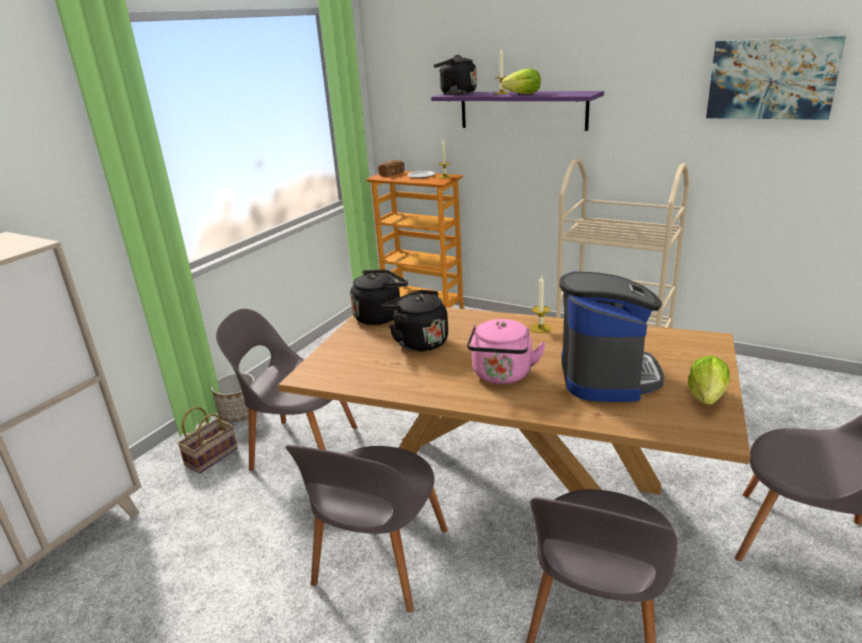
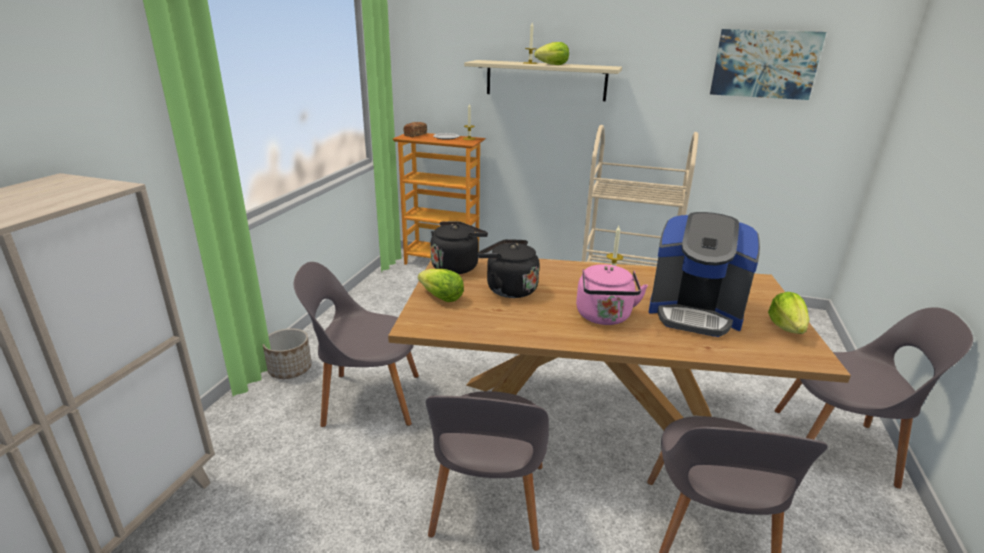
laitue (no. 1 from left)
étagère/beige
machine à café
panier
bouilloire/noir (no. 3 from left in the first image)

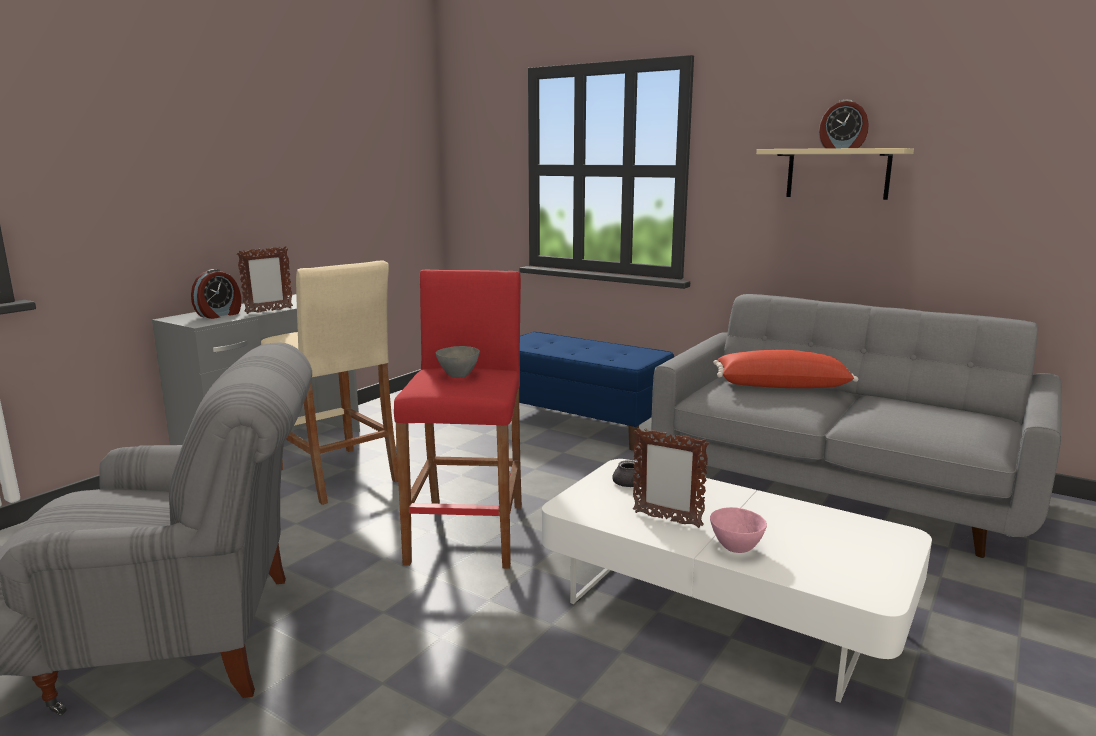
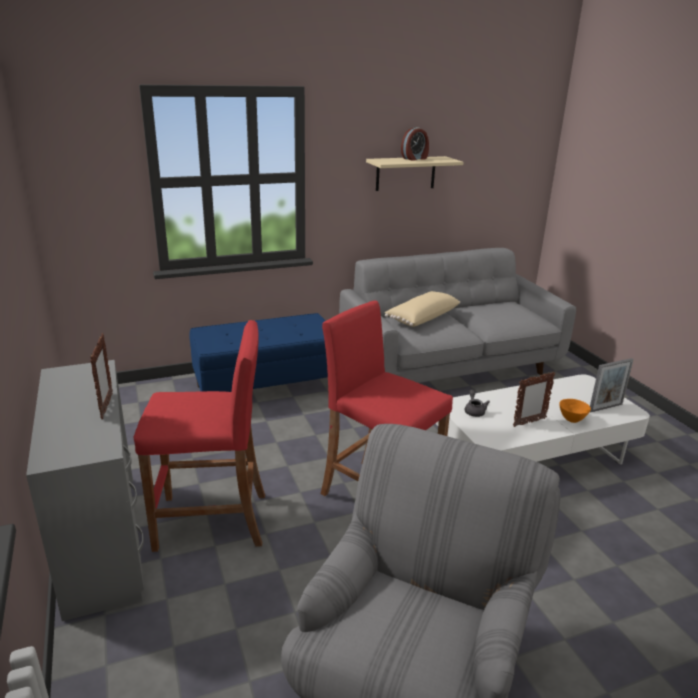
tabouret/rouge (no. 1 from left)
coussin/beige
bol/orange
cadre photo (no. 3 from left)
réveil (no. 1 from left in the first image)
bol/gris

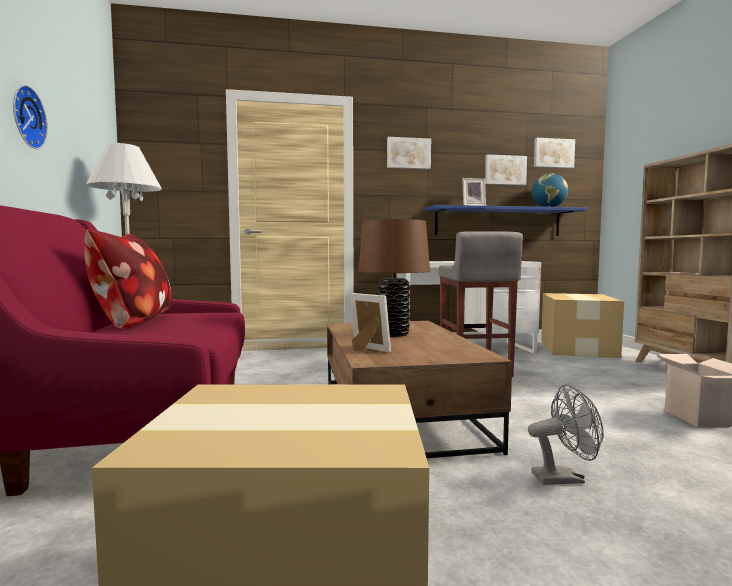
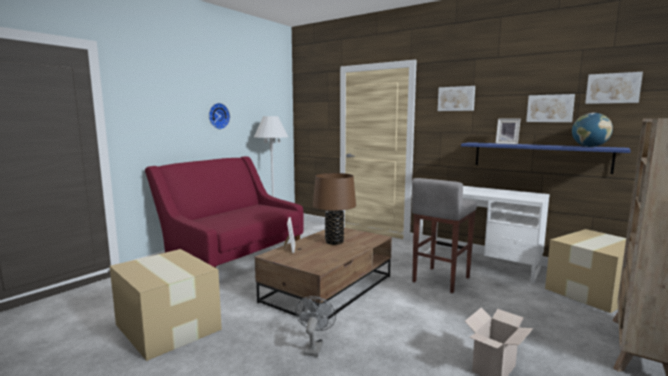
ventilateur/gris
coussin

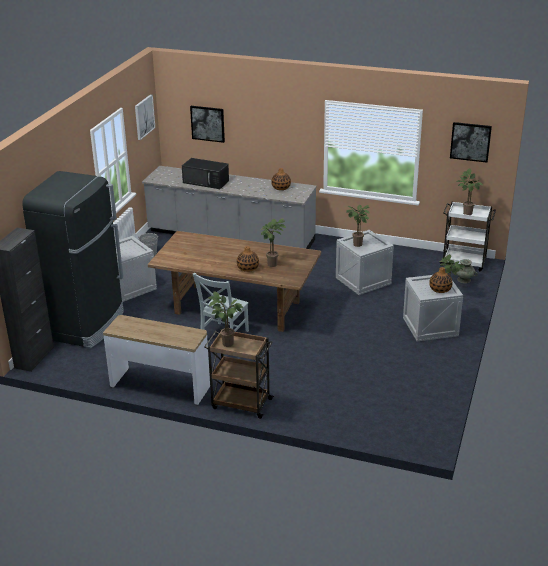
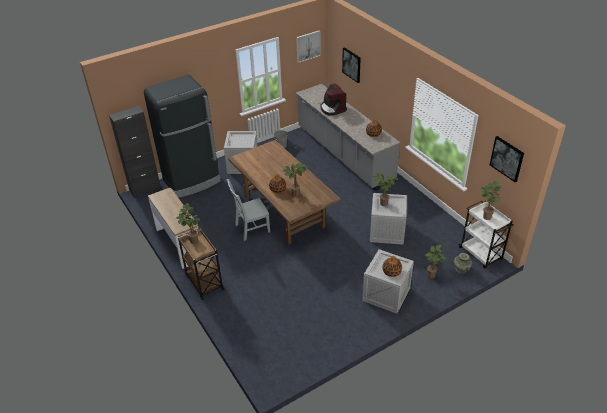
machine à café

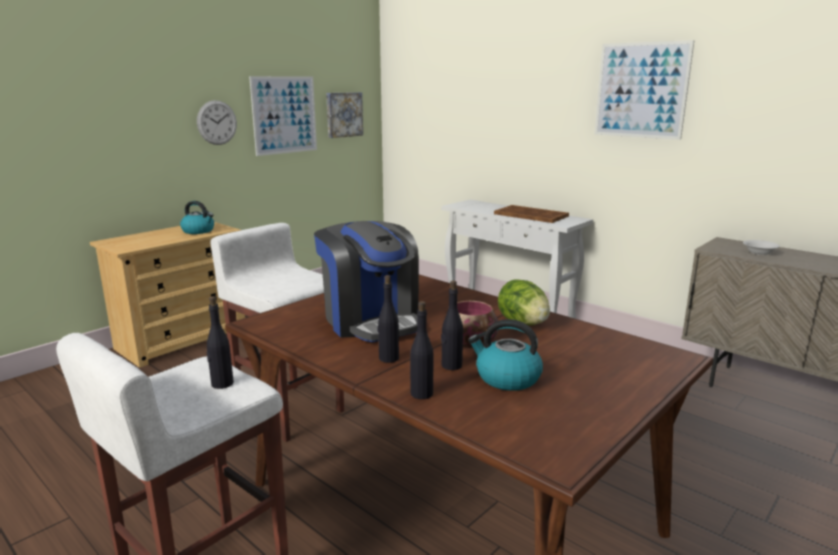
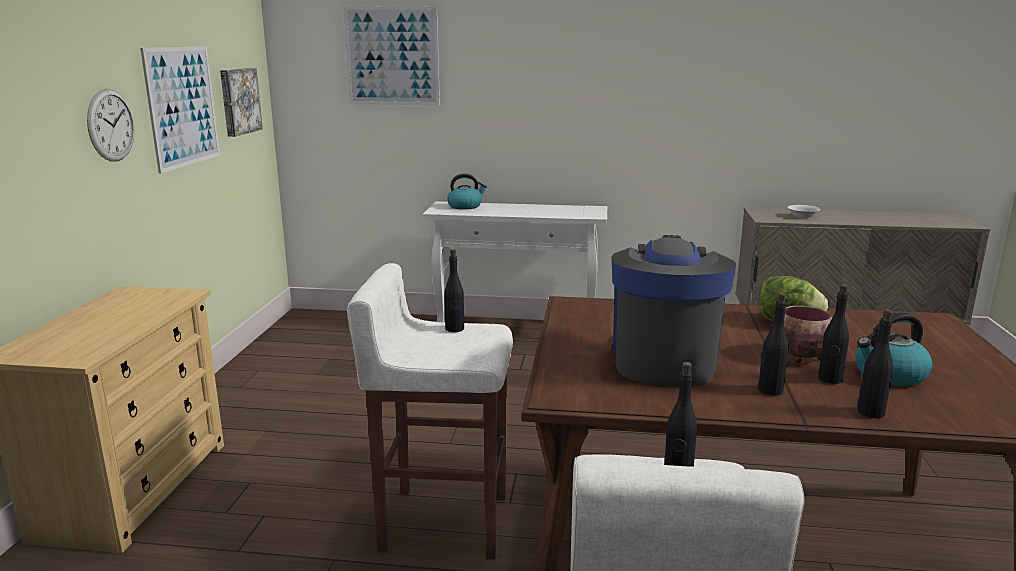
tableau (no. 3 from left)
bouteille/noir (no. 1 from left)
bouilloire (no. 1 from left)
machine à café
plateau/marron

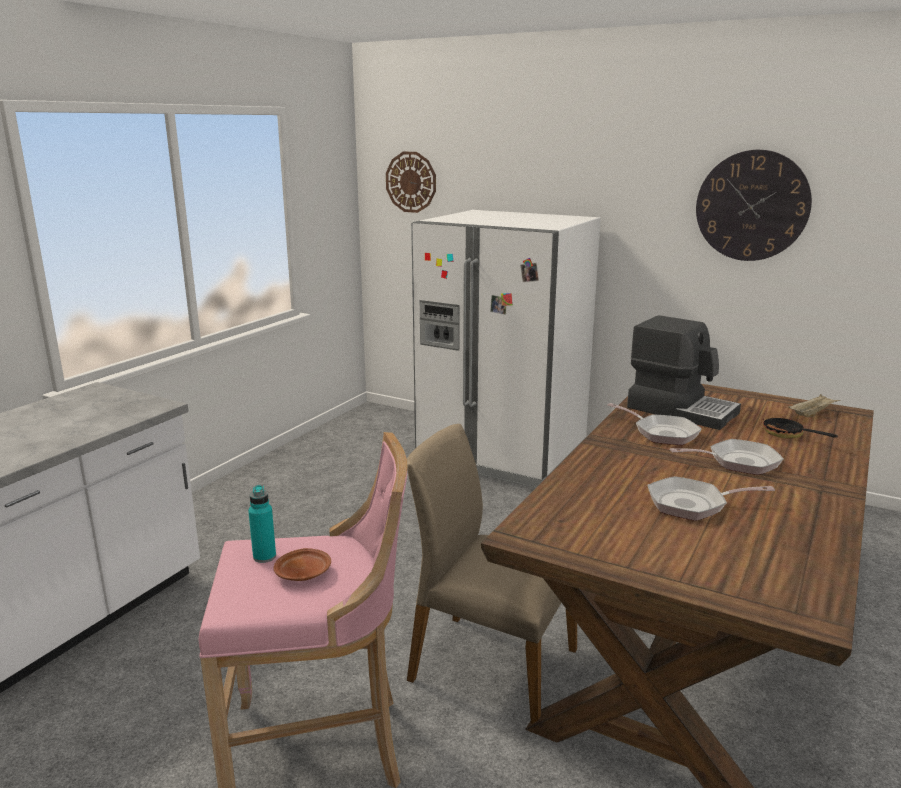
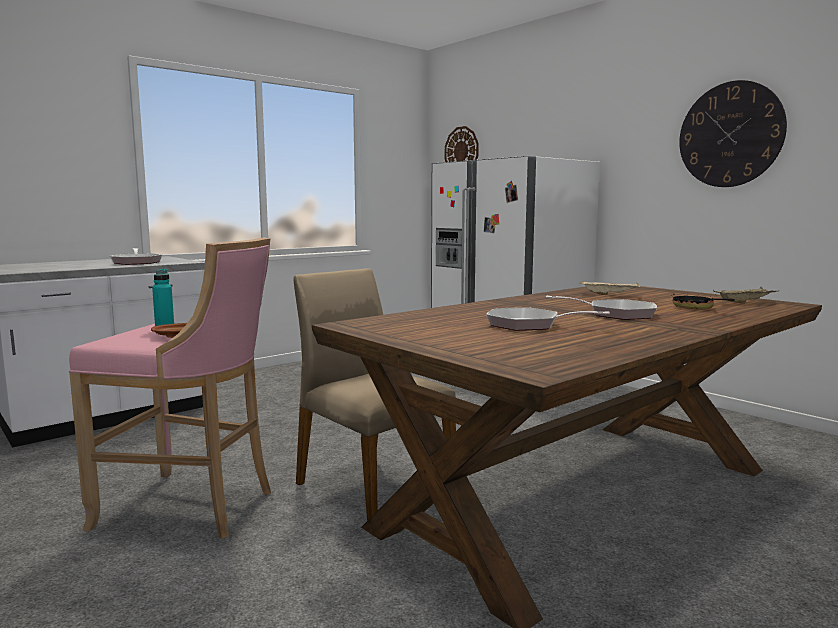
poêle (no. 1 from left)
plateau/beige (no. 1 from left)

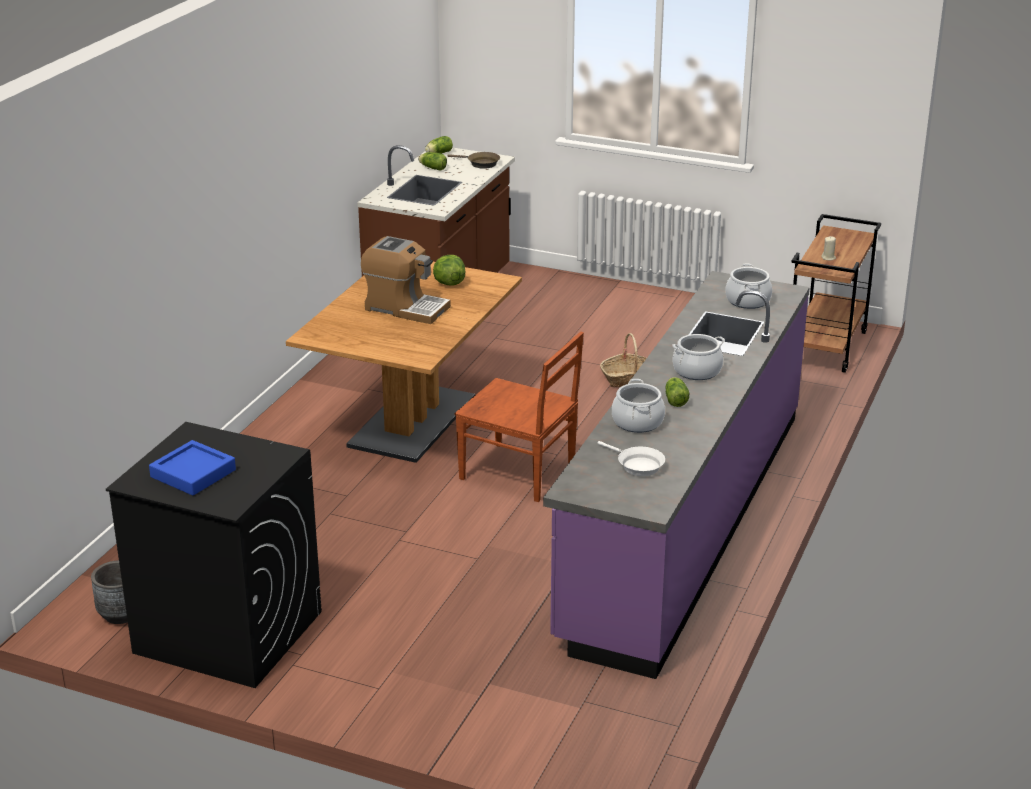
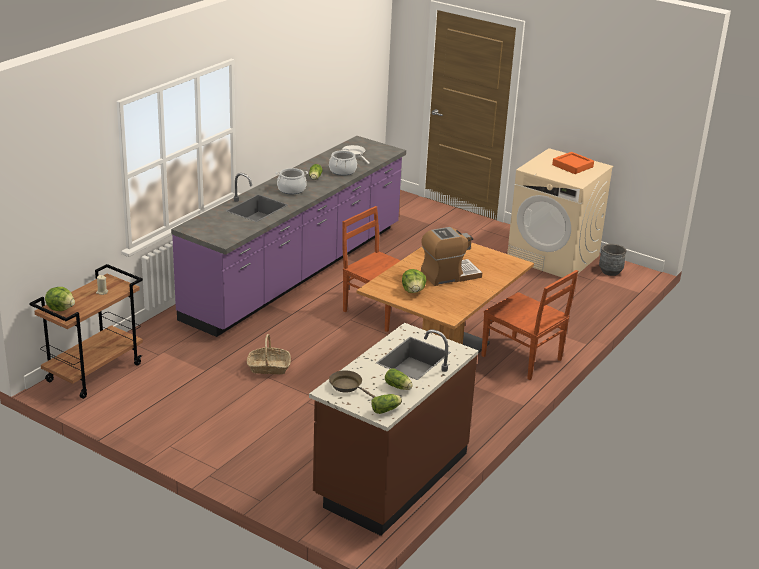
laitue (no. 1 from left)
machine à café
chaise/marron (no. 2 from left)
lave-linge/beige
plateau/orange
marmite (no. 3 from left in the first image)

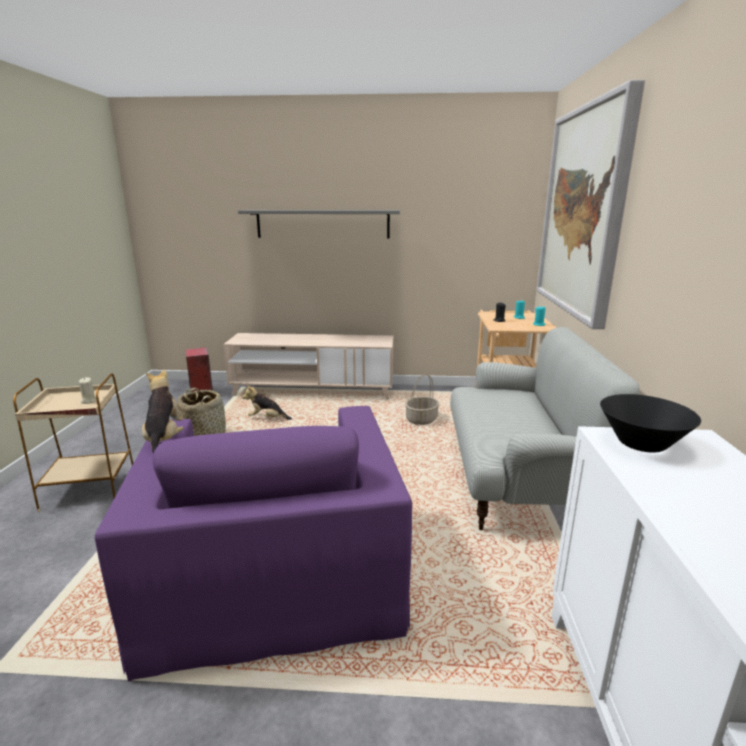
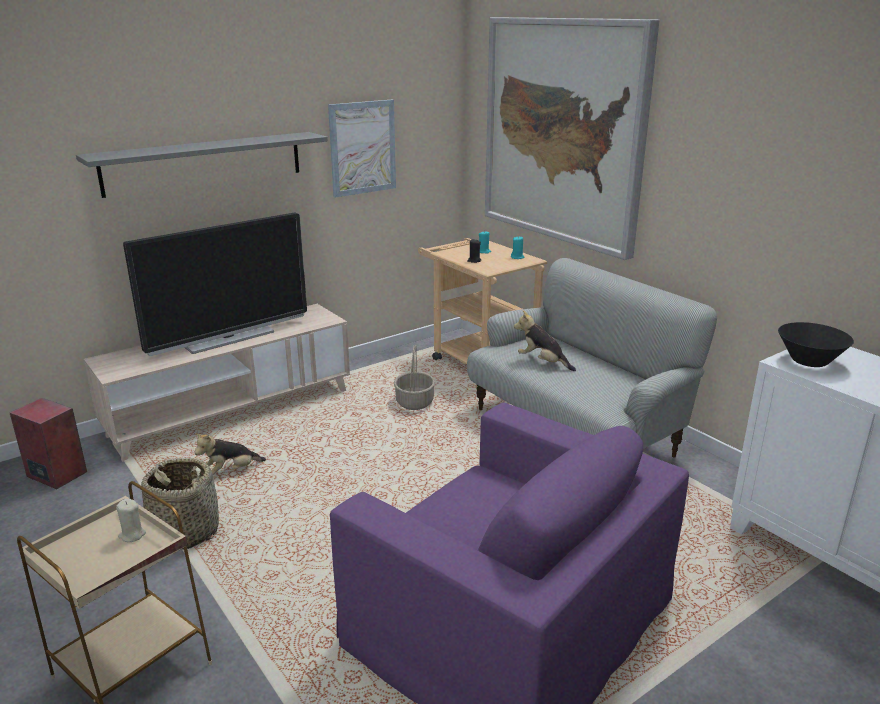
téléviseur
tableau (no. 1 from left)
peluche (no. 2 from left)

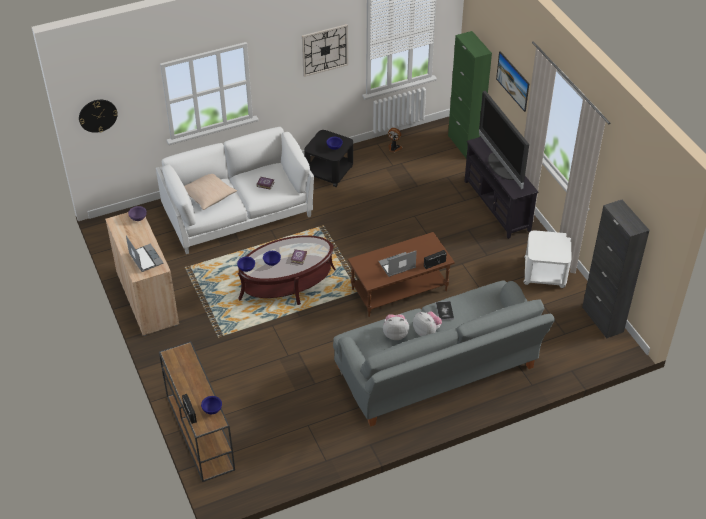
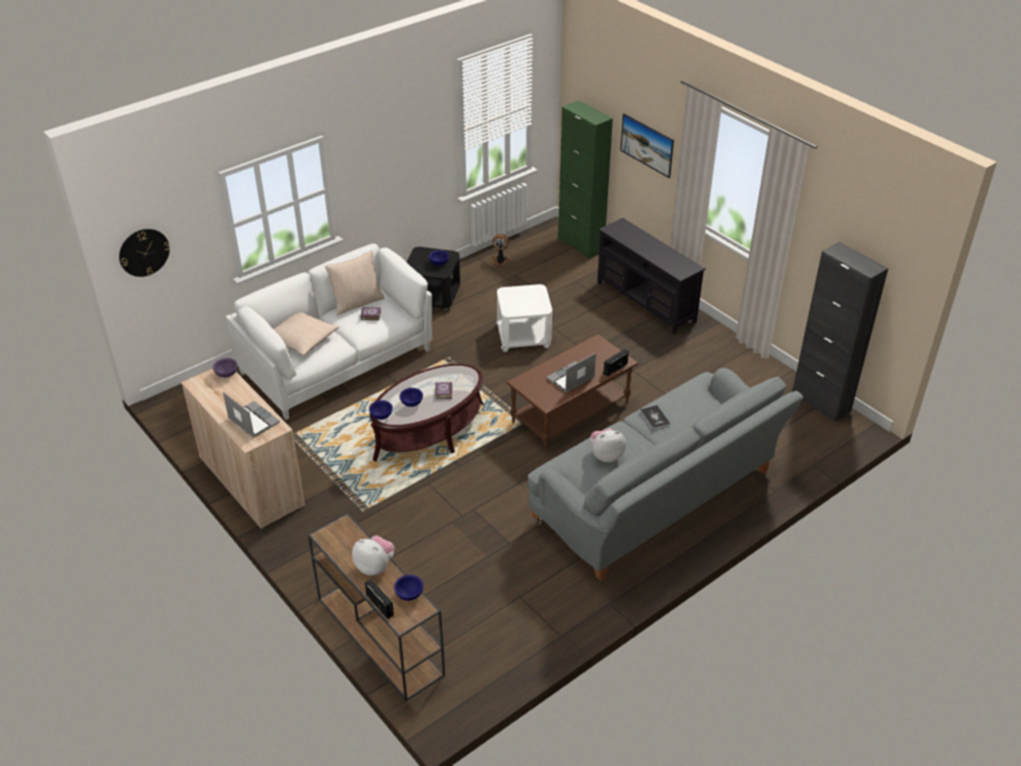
coussin/beige (no. 2 from left)
peluche (no. 1 from left)
table d'appoint/blanc
horloge murale (no. 2 from left in the first image)
téléviseur

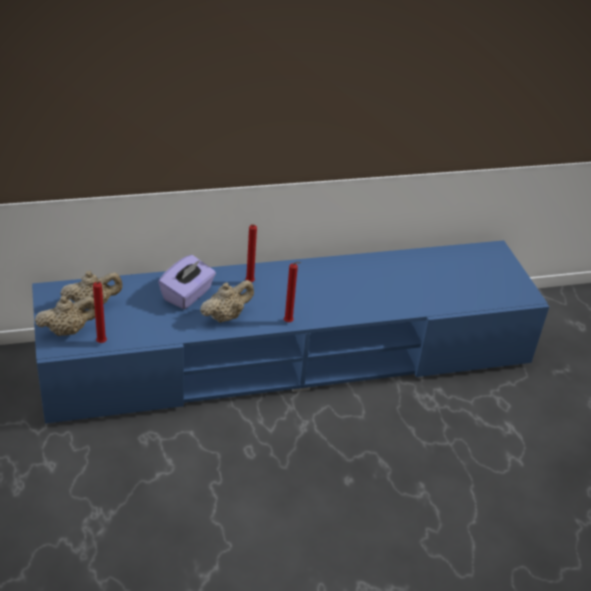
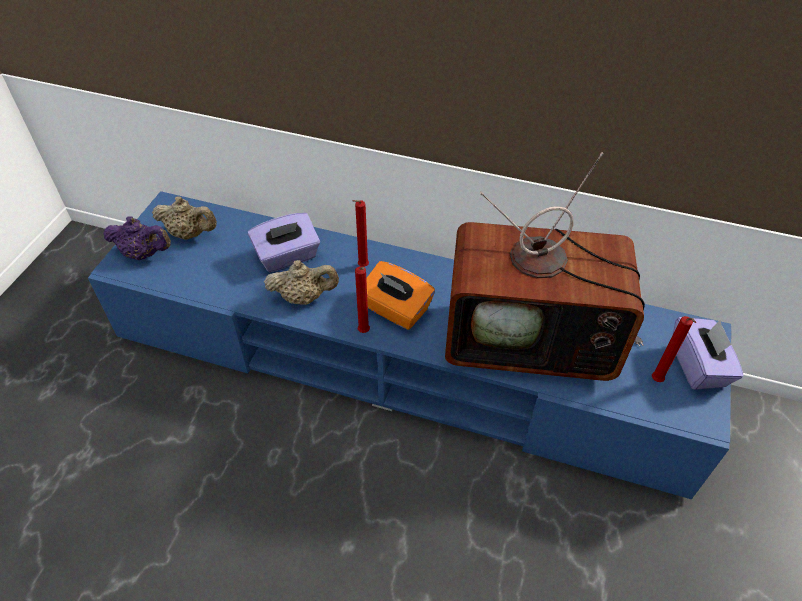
théière/violet
boîte à mouchoirs/orange
téléviseur
bougie/rouge (no. 3 from left)
boîte à mouchoirs/violet (no. 2 from left)

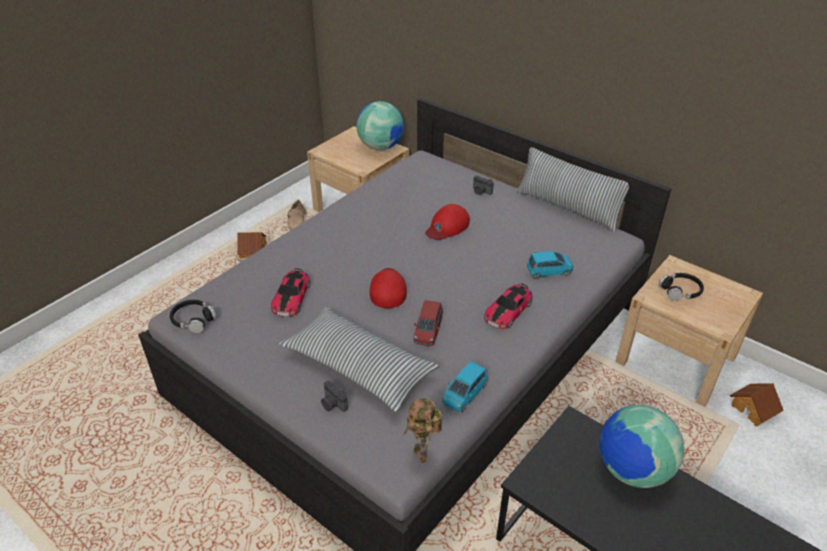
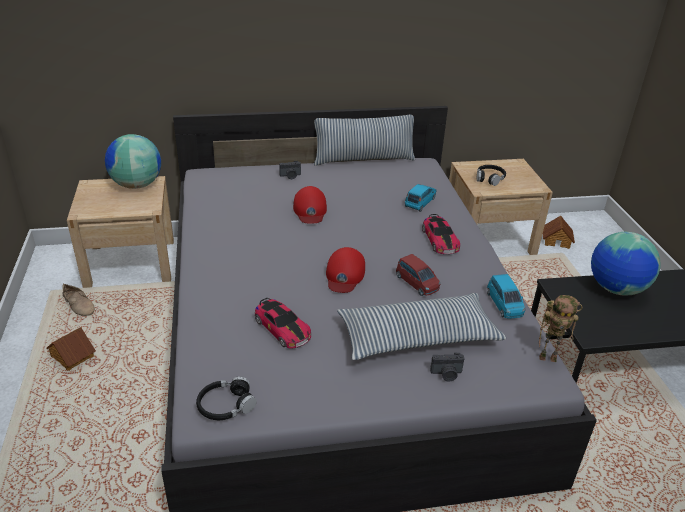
casquette/rouge (no. 2 from left)

